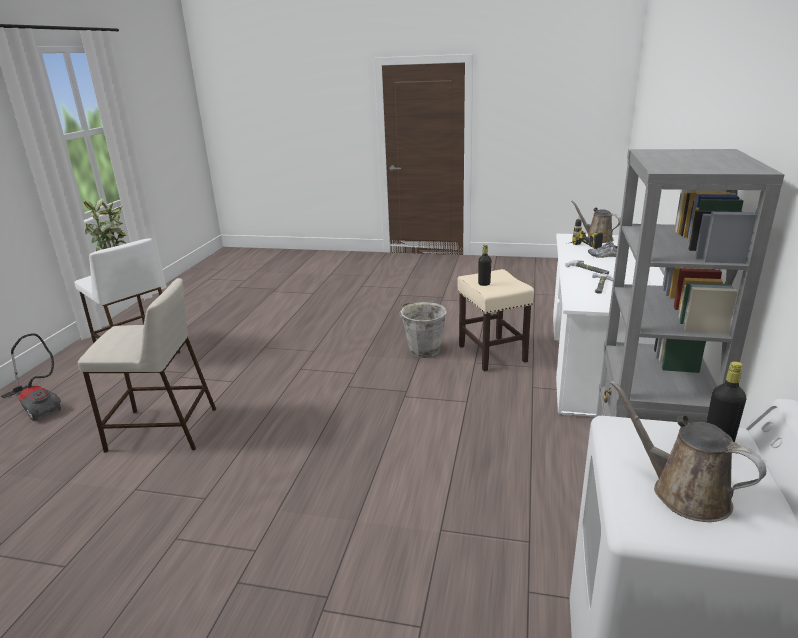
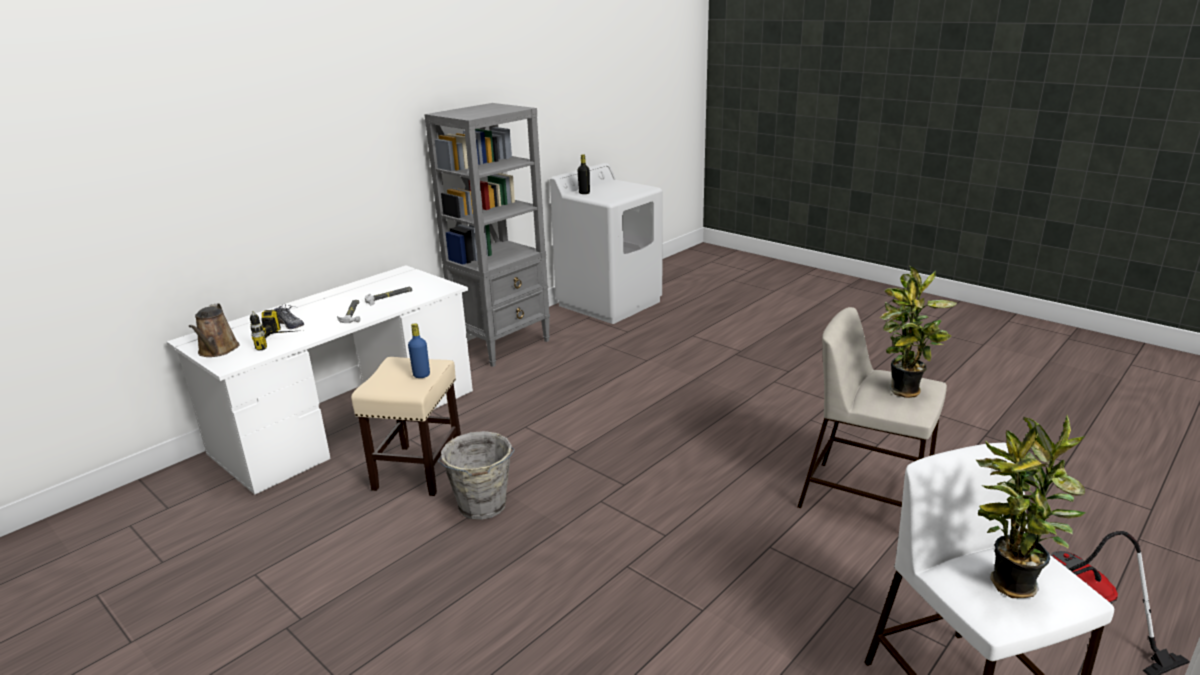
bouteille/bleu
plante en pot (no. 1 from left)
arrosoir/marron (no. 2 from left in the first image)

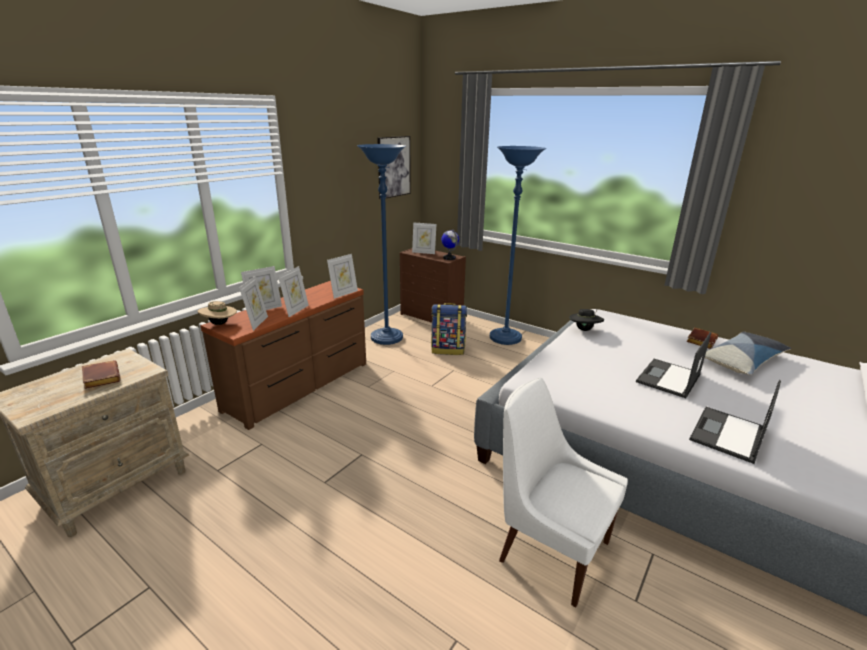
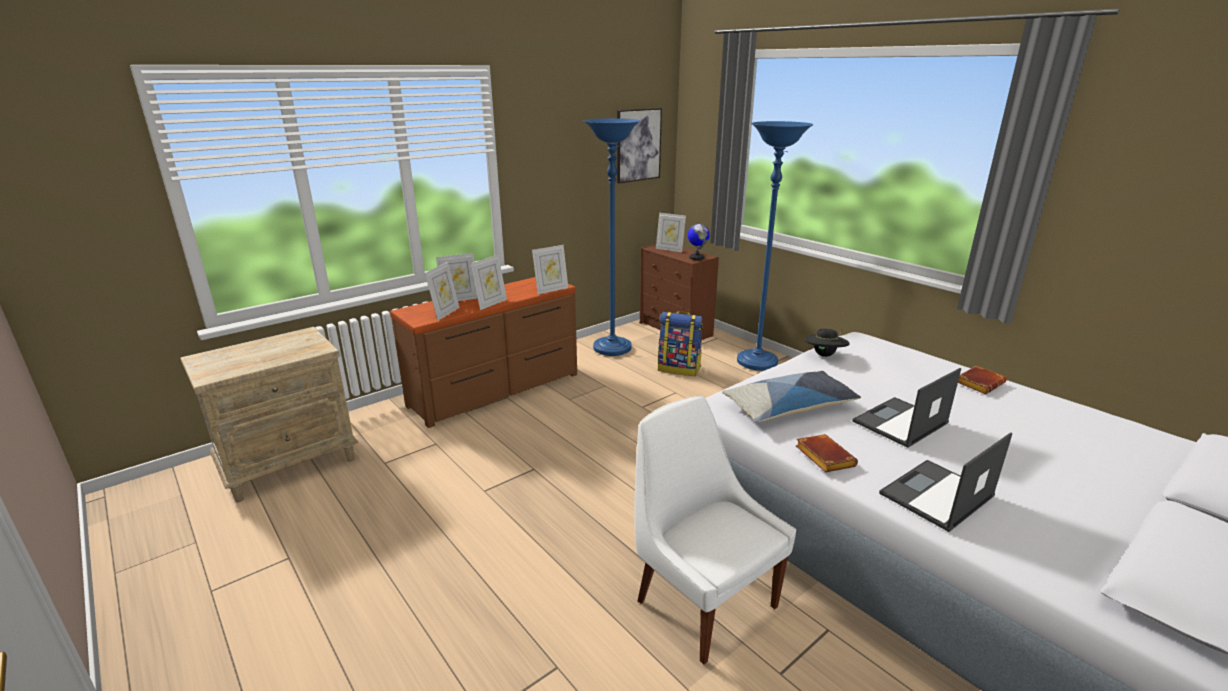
coussin
livre/marron (no. 1 from left)
chapeau/beige

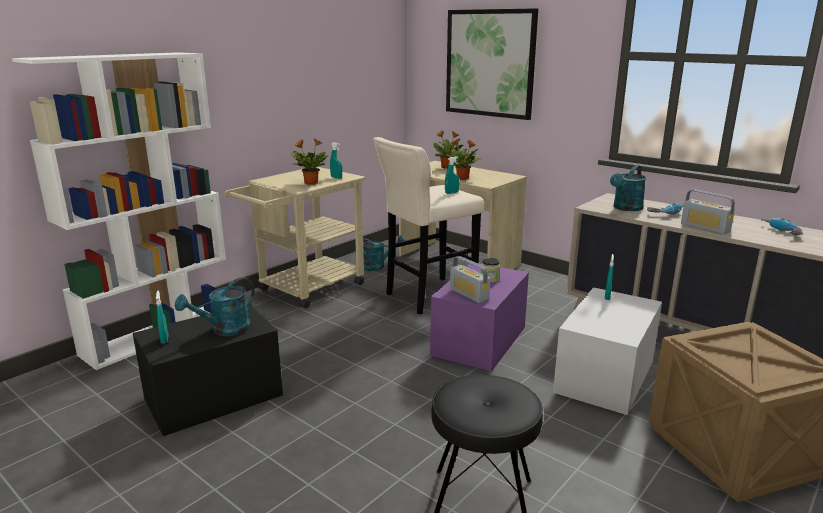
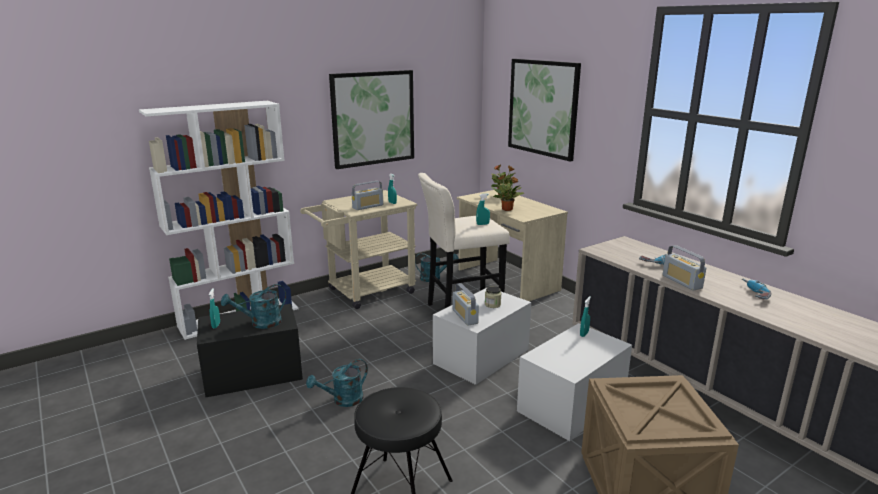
arrosoir/turquoise (no. 2 from left)
tableau (no. 1 from left)
radio (no. 1 from left)
boîte de rangement/blanc (no. 1 from left)

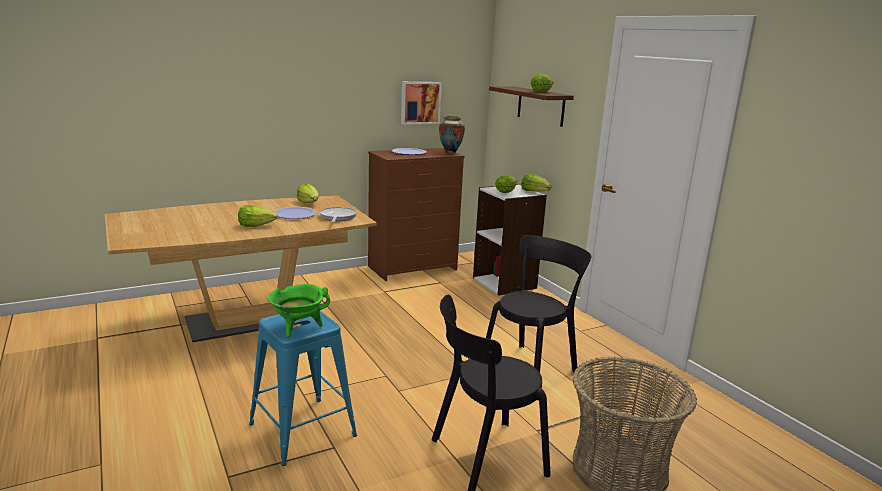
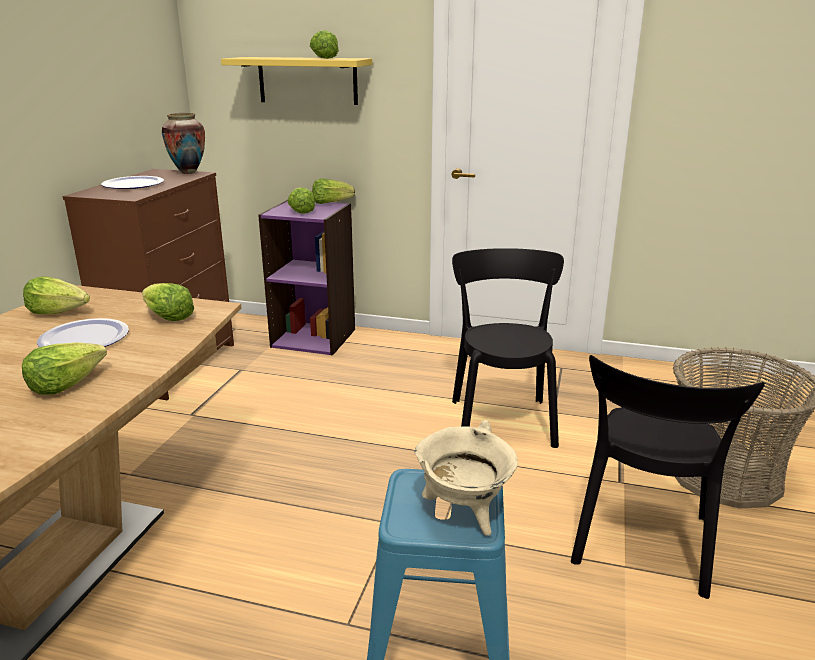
laitue (no. 3 from left)
étagère/jaune
bibliothèque/violet
marmite/beige
tableau

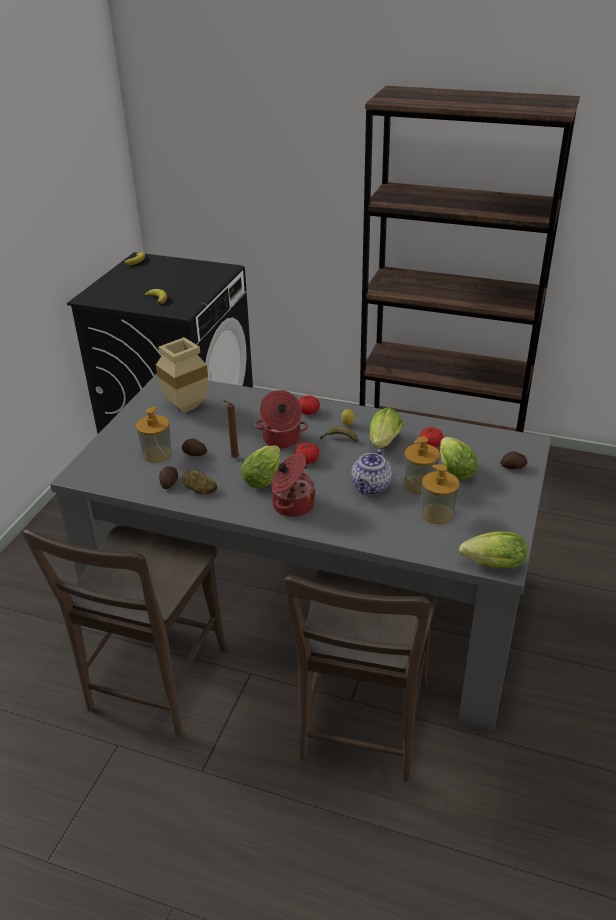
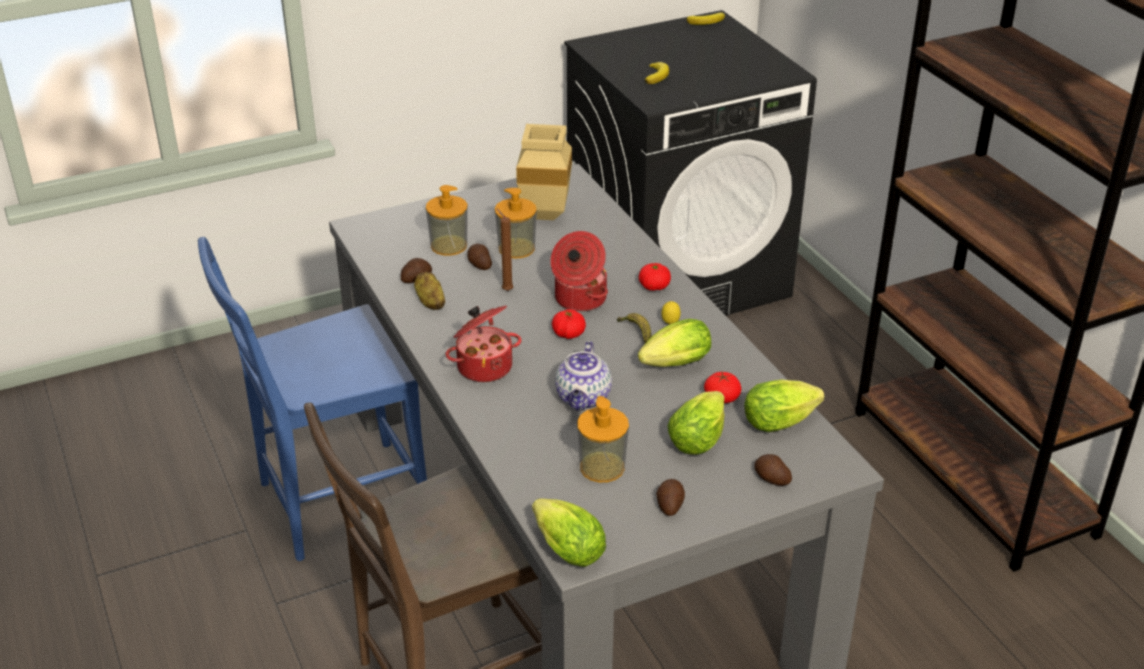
chaise/bleu
distributeur de savon (no. 2 from left)
théière
pomme de terre (no. 4 from left)
laitue (no. 4 from left)

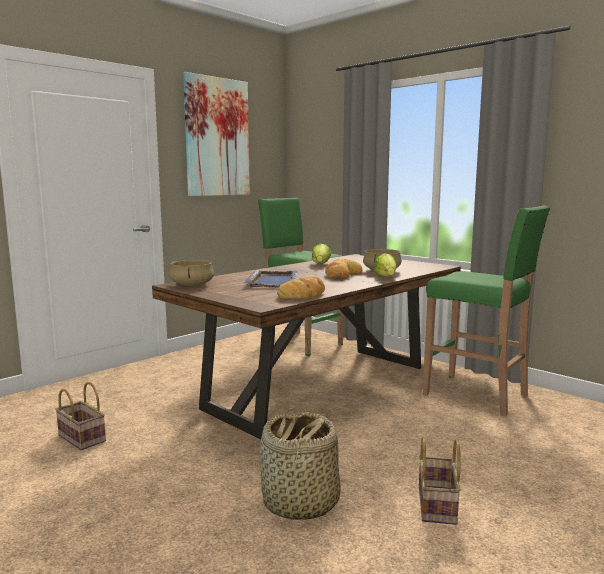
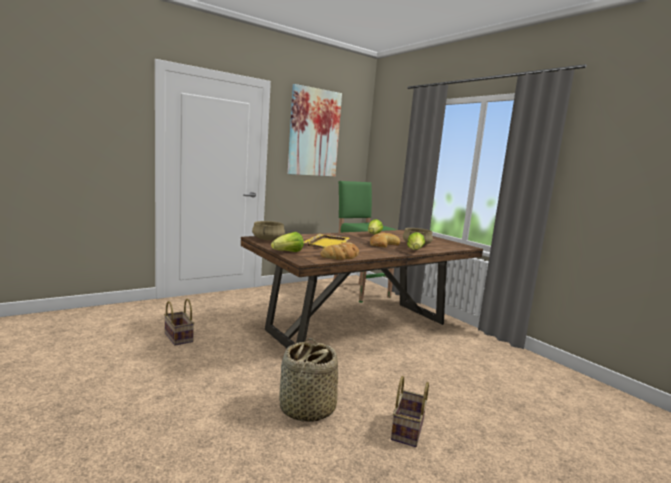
laitue (no. 1 from left)
plateau/jaune
tabouret/vert (no. 2 from left in the first image)

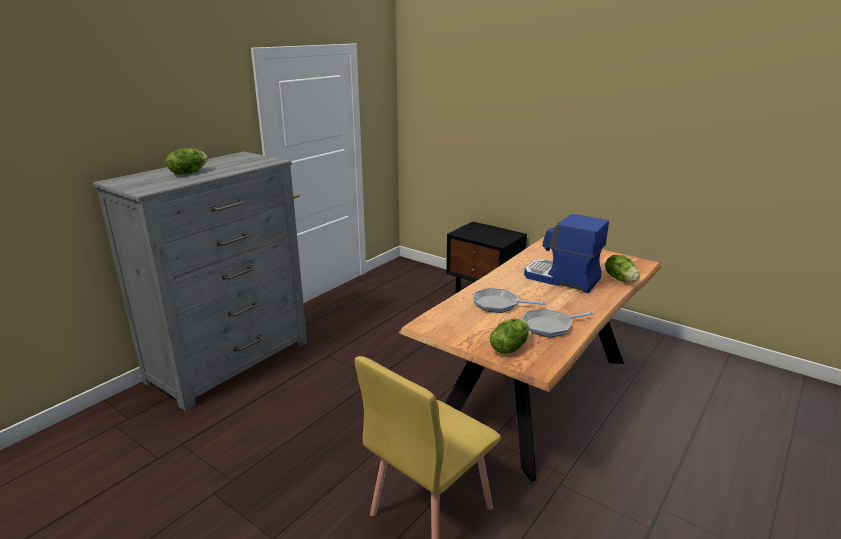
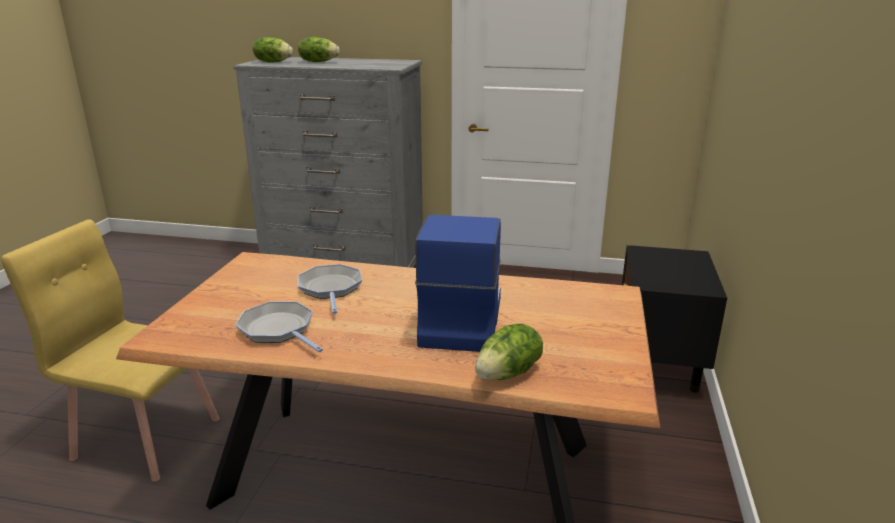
laitue (no. 1 from left)

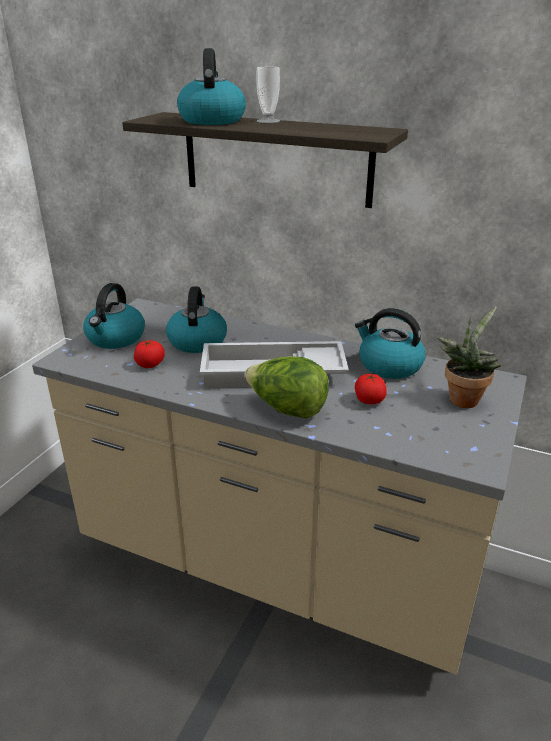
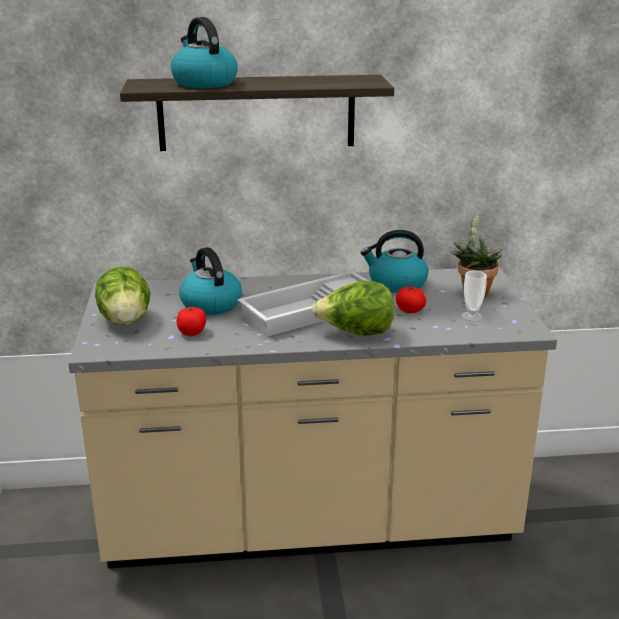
laitue (no. 1 from left)
tasse

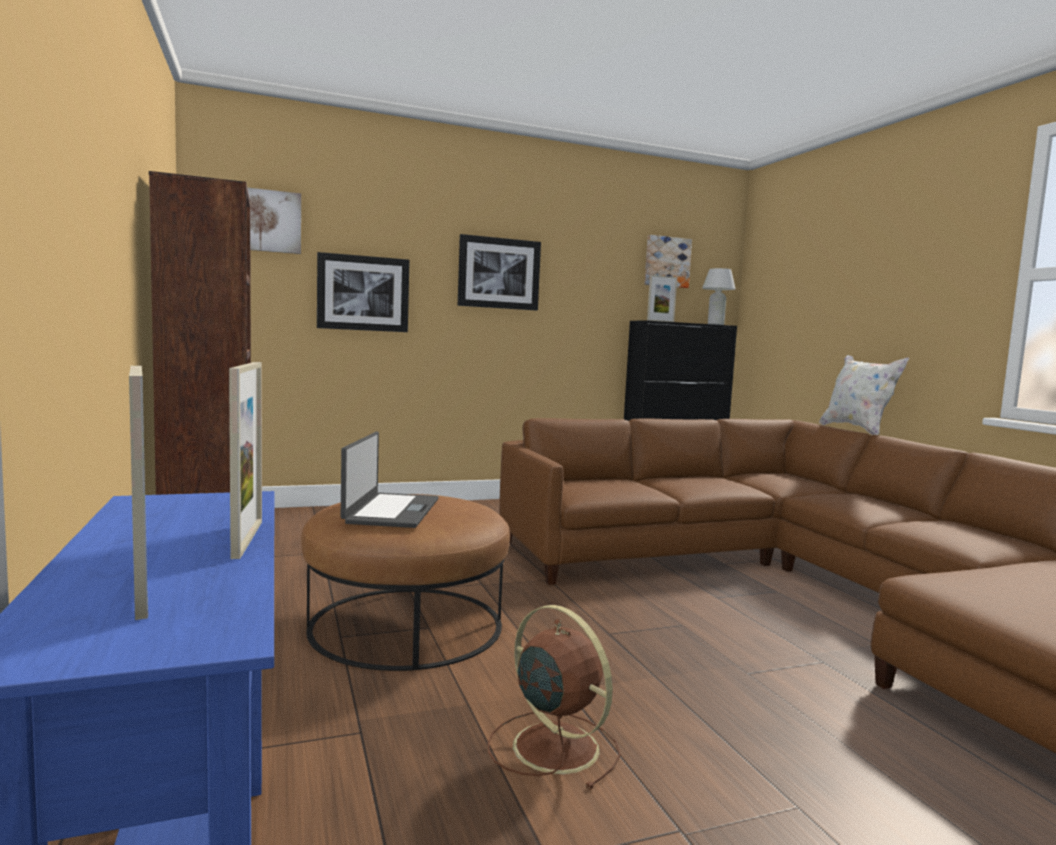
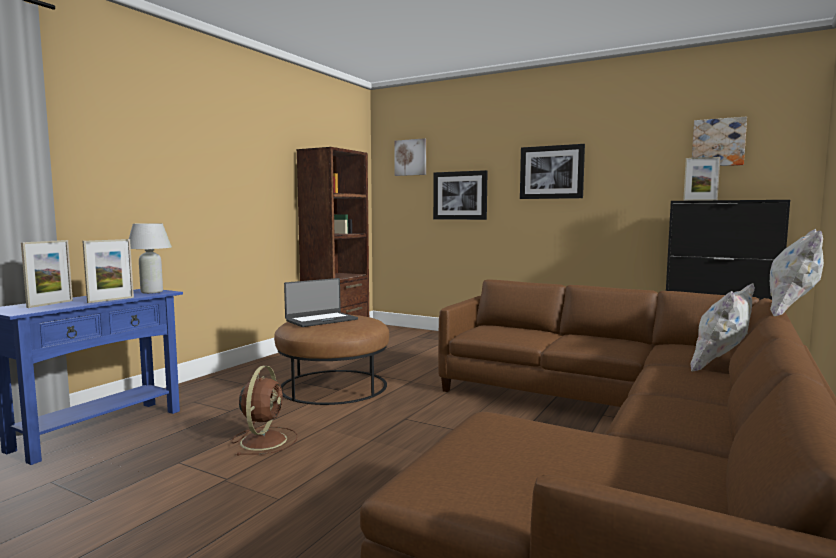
lampe de table/blanc
coussin/blanc (no. 1 from left)

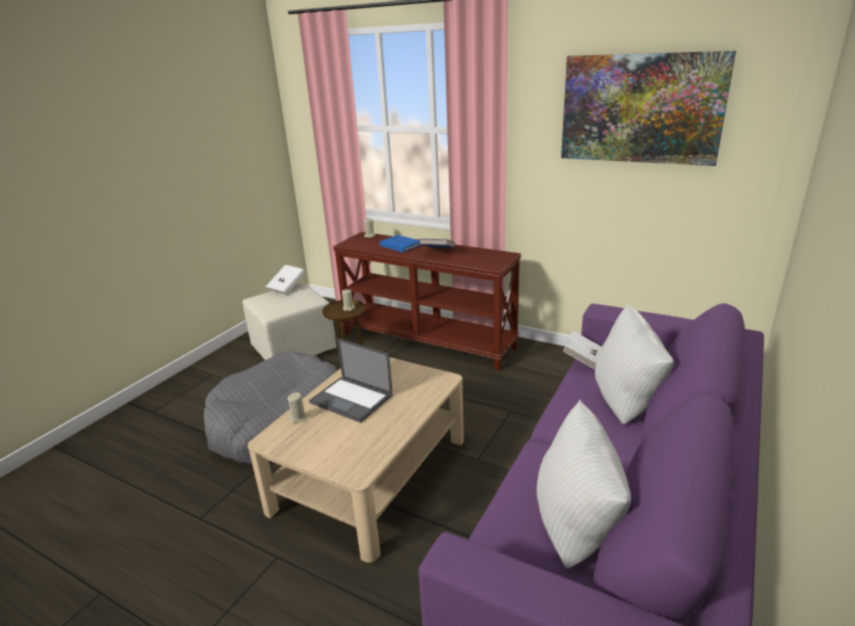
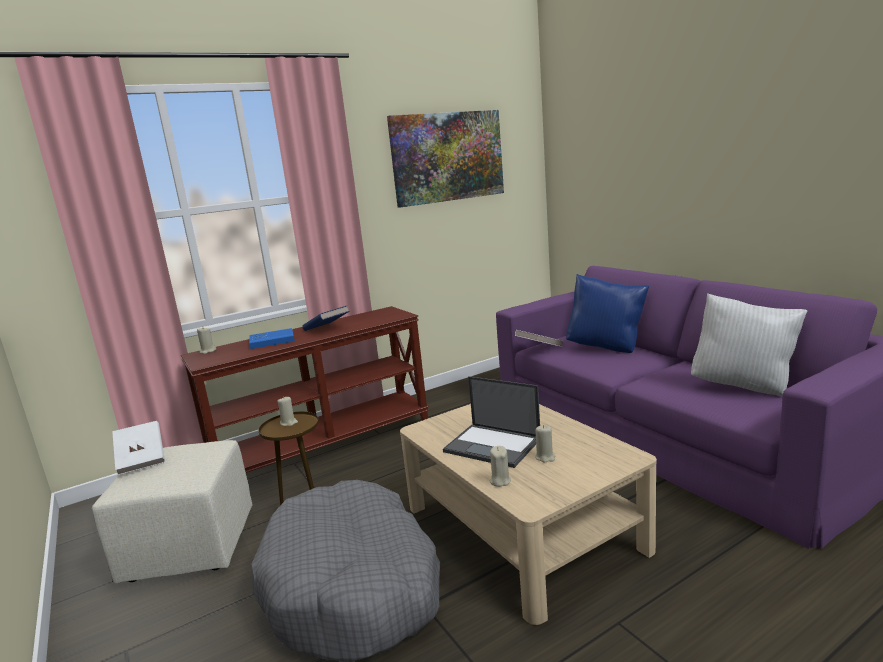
ordinateur portable
bougie/beige (no. 4 from left)
coussin/bleu

